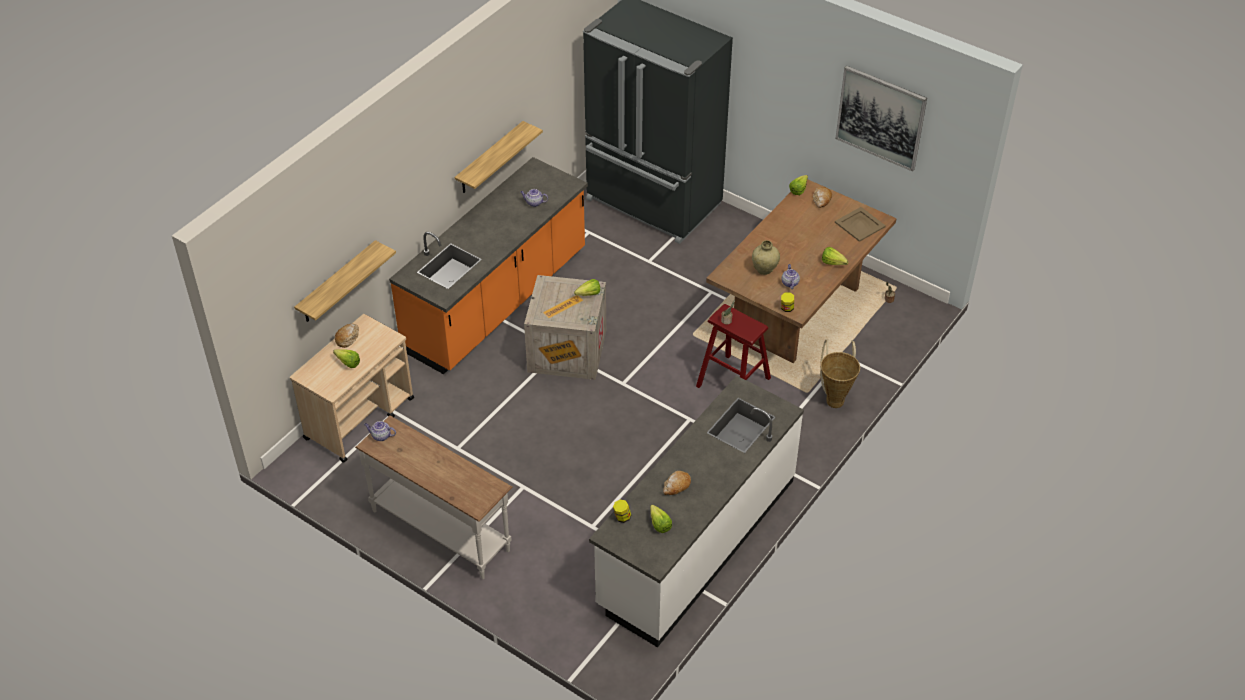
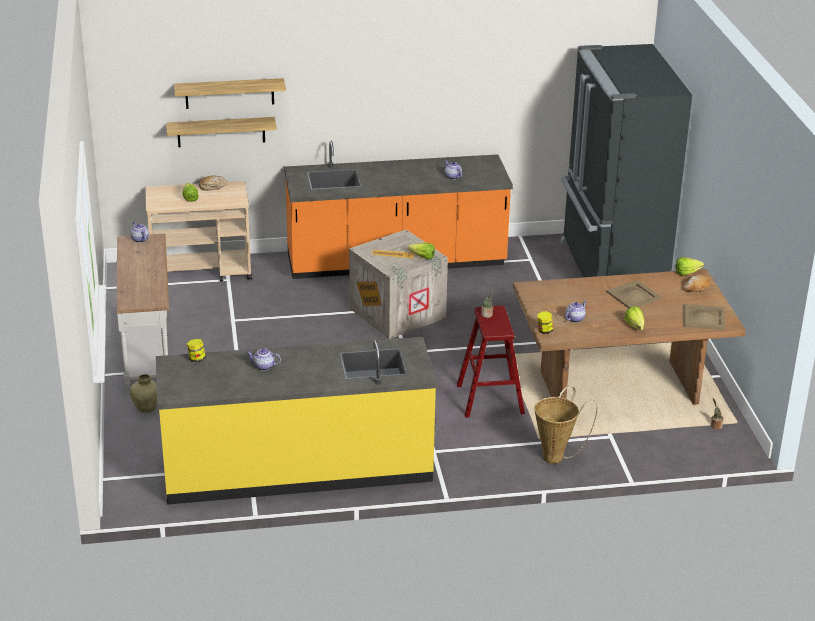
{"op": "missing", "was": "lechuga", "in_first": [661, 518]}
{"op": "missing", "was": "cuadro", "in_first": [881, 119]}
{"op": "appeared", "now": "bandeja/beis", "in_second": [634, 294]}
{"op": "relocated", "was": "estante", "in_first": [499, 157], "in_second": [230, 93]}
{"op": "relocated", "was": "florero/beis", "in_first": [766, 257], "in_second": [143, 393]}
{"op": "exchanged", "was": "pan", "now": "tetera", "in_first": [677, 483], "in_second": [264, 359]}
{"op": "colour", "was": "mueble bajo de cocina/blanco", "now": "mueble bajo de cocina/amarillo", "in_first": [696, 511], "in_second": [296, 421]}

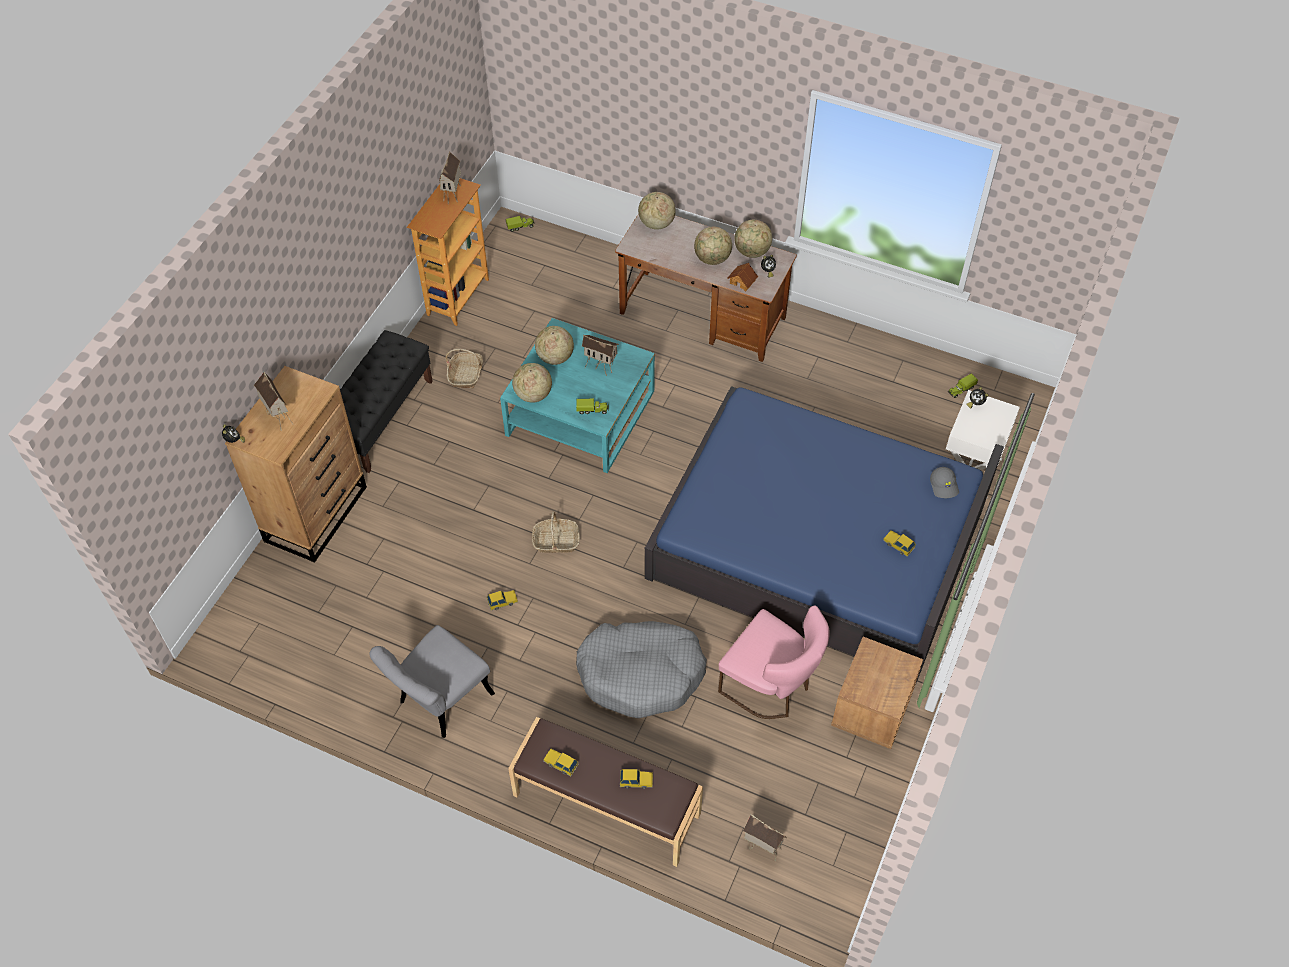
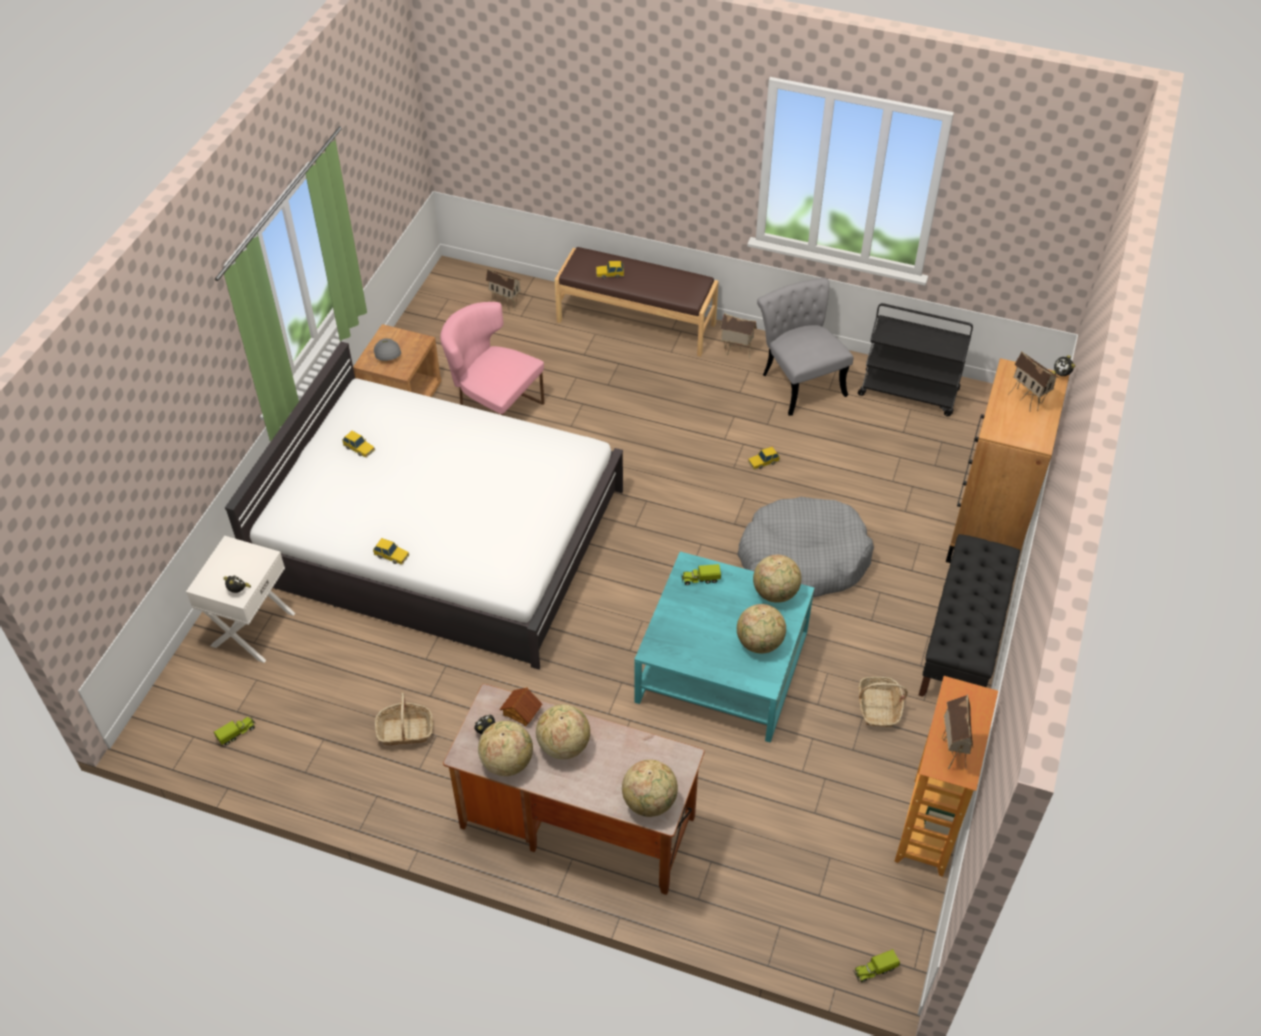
{"op": "appeared", "now": "carrito/negro", "in_second": [915, 359]}
{"op": "relocated", "was": "cesta", "in_first": [556, 532], "in_second": [404, 719]}
{"op": "relocated", "was": "coche de juguete", "in_first": [561, 762], "in_second": [391, 551]}
{"op": "relocated", "was": "cama para perro/gris", "in_first": [641, 669], "in_second": [805, 547]}
{"op": "relocated", "was": "casita", "in_first": [600, 355], "in_second": [738, 336]}
{"op": "relocated", "was": "gorra/gris", "in_first": [944, 482], "in_second": [387, 349]}
{"op": "colour", "was": "cama/azul", "now": "cama/blanco", "in_first": [824, 534], "in_second": [424, 506]}
{"op": "spun", "was": "silla/gris", "in_first": [432, 681], "in_second": [805, 347], "clockwise": -60}

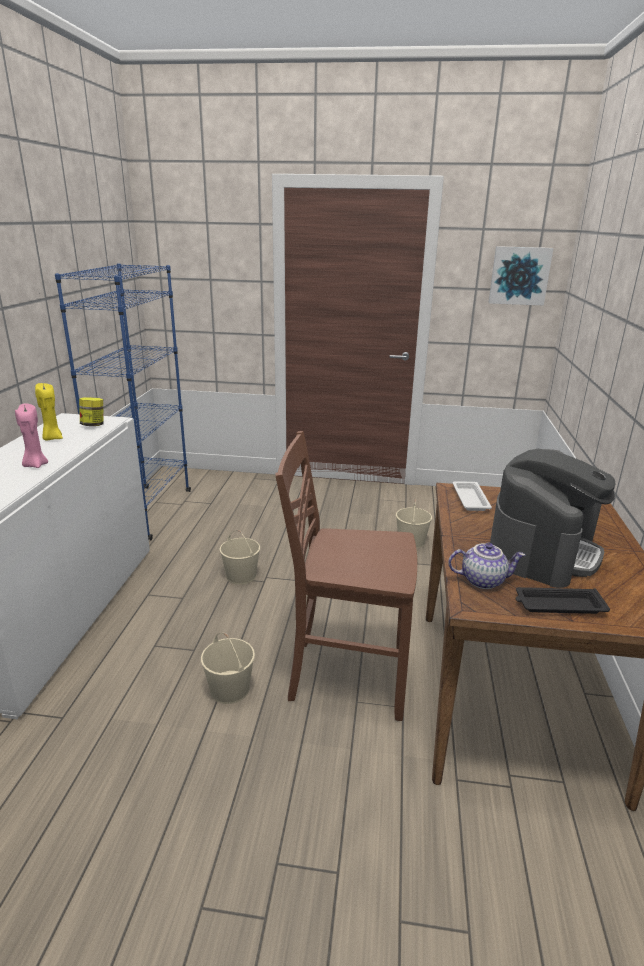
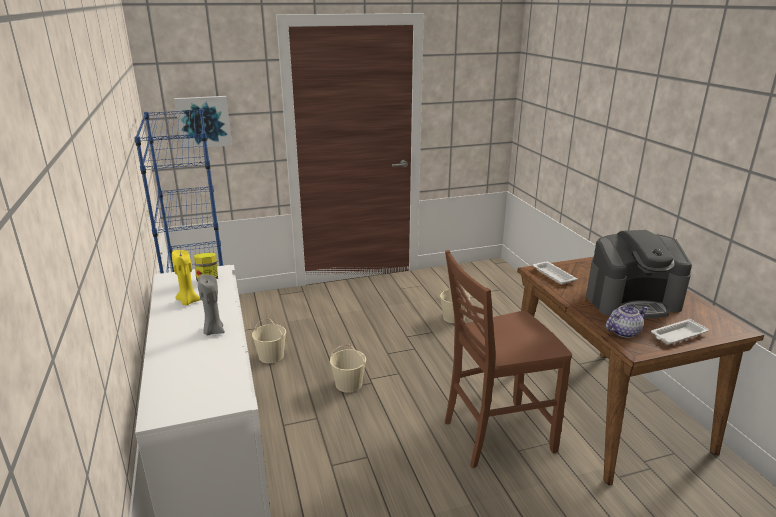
{"op": "relocated", "was": "cubo/beis", "in_first": [228, 668], "in_second": [269, 341]}
{"op": "relocated", "was": "cuadro", "in_first": [521, 276], "in_second": [203, 122]}
{"op": "colour", "was": "vela/rosa", "now": "vela/gris", "in_first": [31, 436], "in_second": [211, 304]}
{"op": "colour", "was": "bandeja/negro", "now": "bandeja/blanco", "in_first": [563, 600], "in_second": [680, 331]}
{"op": "spun", "was": "cafetera", "in_first": [553, 518], "in_second": [639, 274], "clockwise": 75}

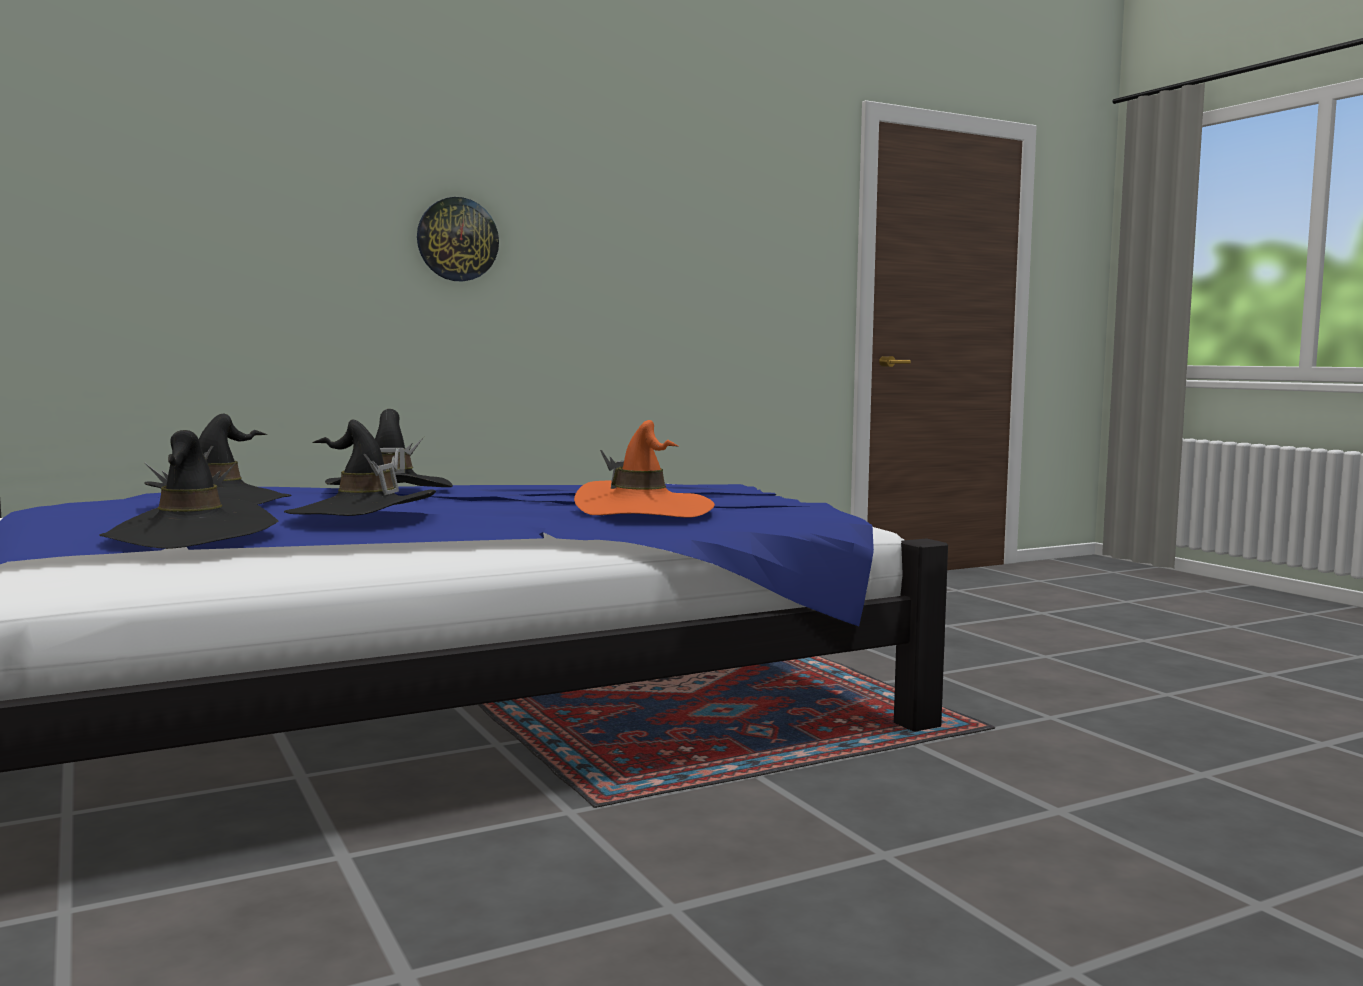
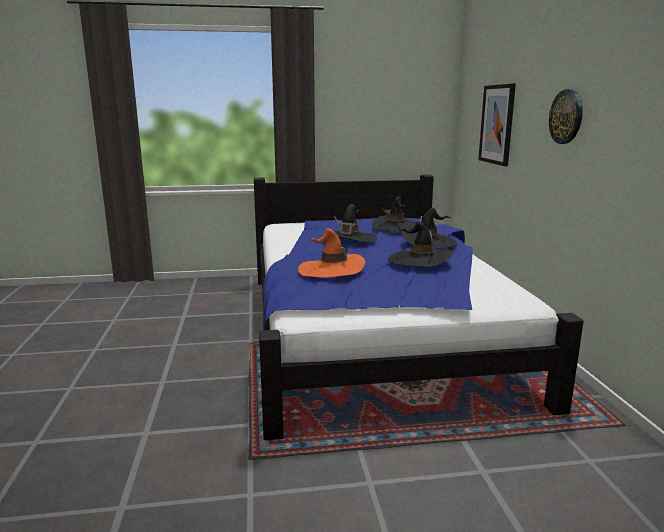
{"op": "appeared", "now": "cuadro", "in_second": [497, 124]}
{"op": "relocated", "was": "sombrero/negro", "in_first": [188, 489], "in_second": [420, 244]}

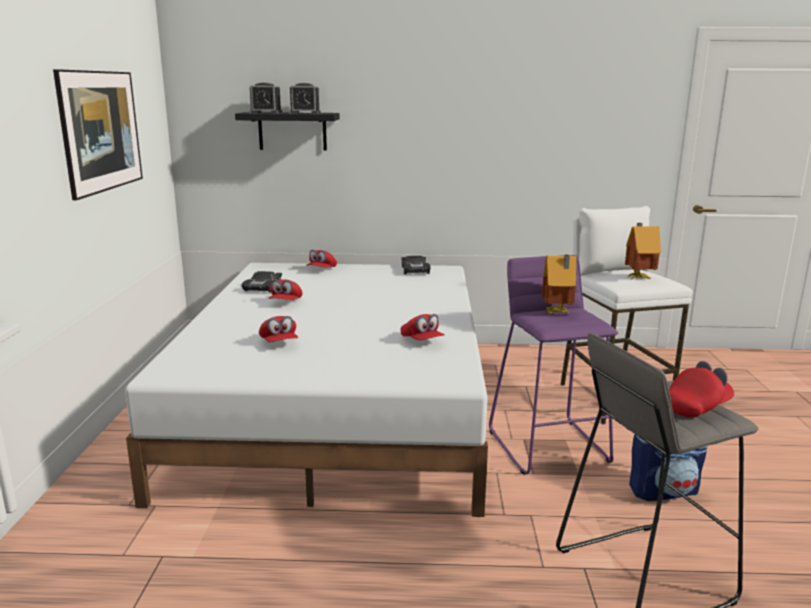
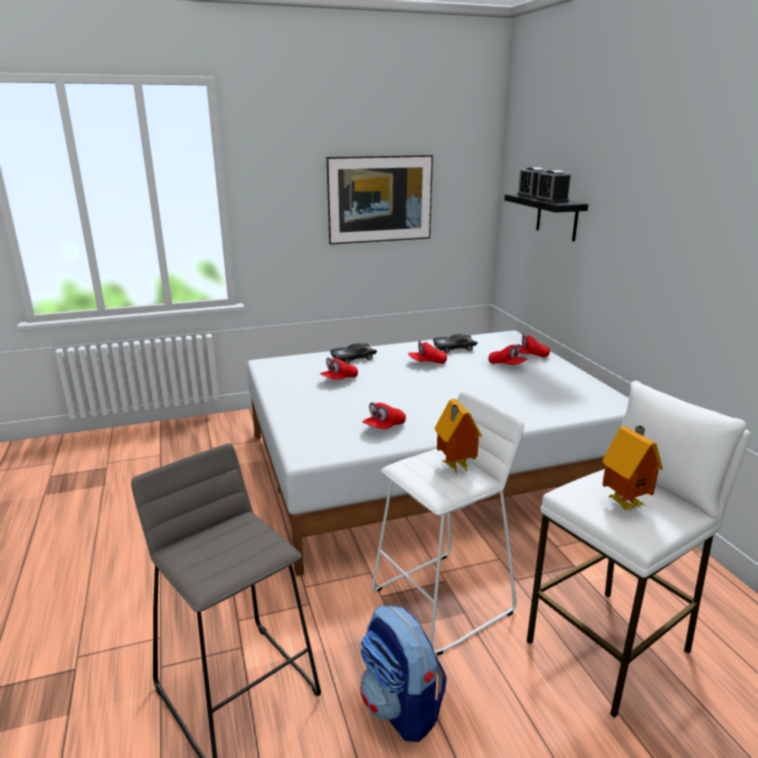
{"op": "relocated", "was": "coche de juguete/negro", "in_first": [416, 265], "in_second": [353, 353]}
{"op": "relocated", "was": "gorra/rojo", "in_first": [701, 389], "in_second": [508, 354]}
{"op": "colour", "was": "taburete/morado", "now": "taburete/blanco", "in_first": [553, 365], "in_second": [448, 523]}

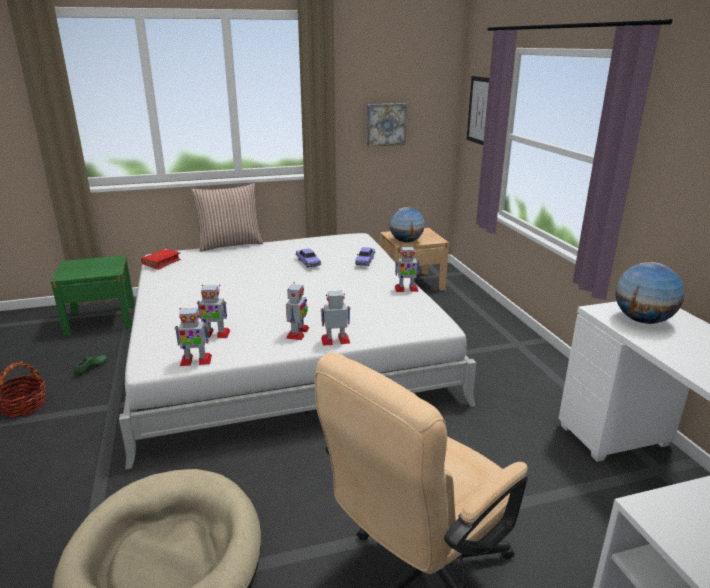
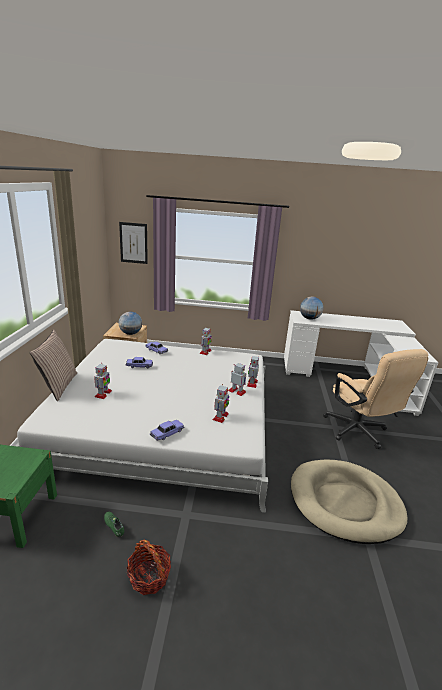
{"op": "missing", "was": "libro/rojo", "in_first": [161, 259]}
{"op": "missing", "was": "cuadro", "in_first": [387, 125]}
{"op": "appeared", "now": "coche de juguete", "in_second": [167, 430]}
{"op": "relocated", "was": "robot de juguete", "in_first": [193, 336], "in_second": [103, 381]}

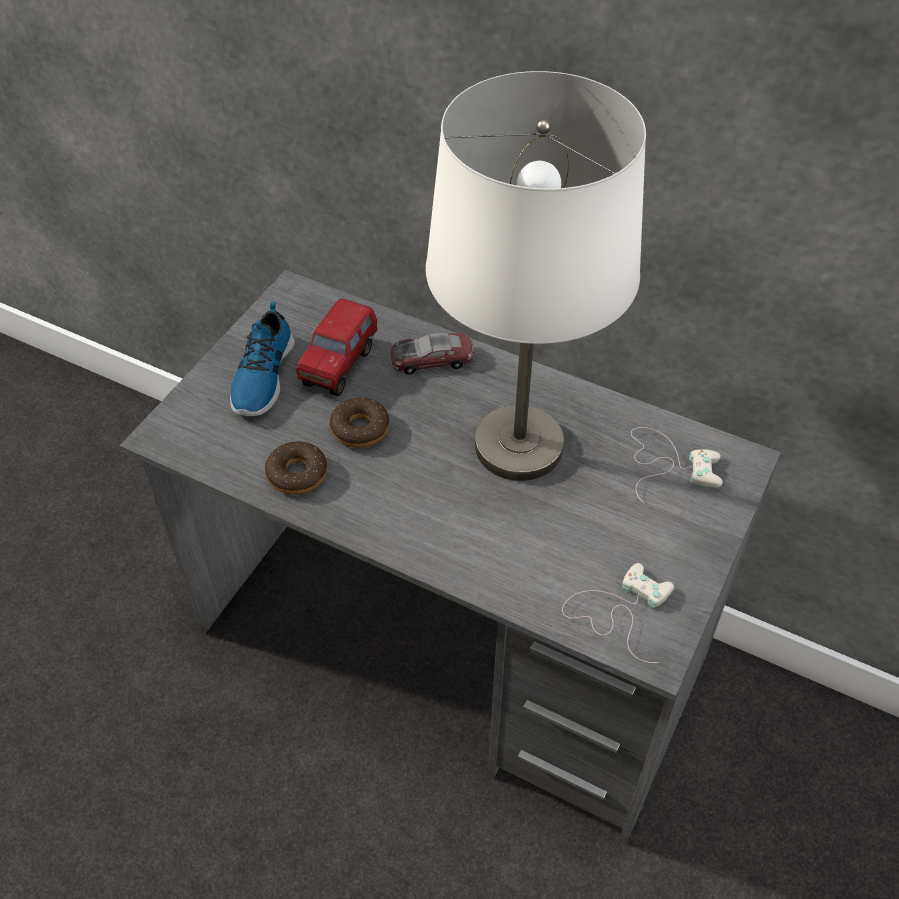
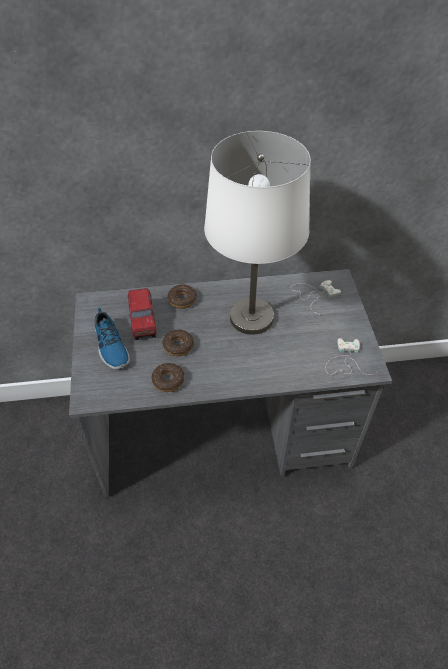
{"op": "exchanged", "was": "coche de juguete", "now": "rosquilla", "in_first": [432, 353], "in_second": [182, 297]}

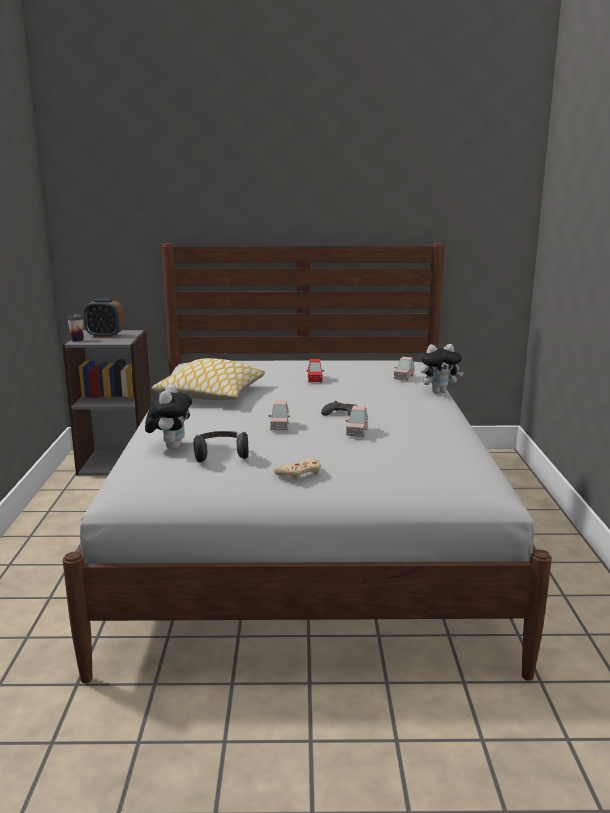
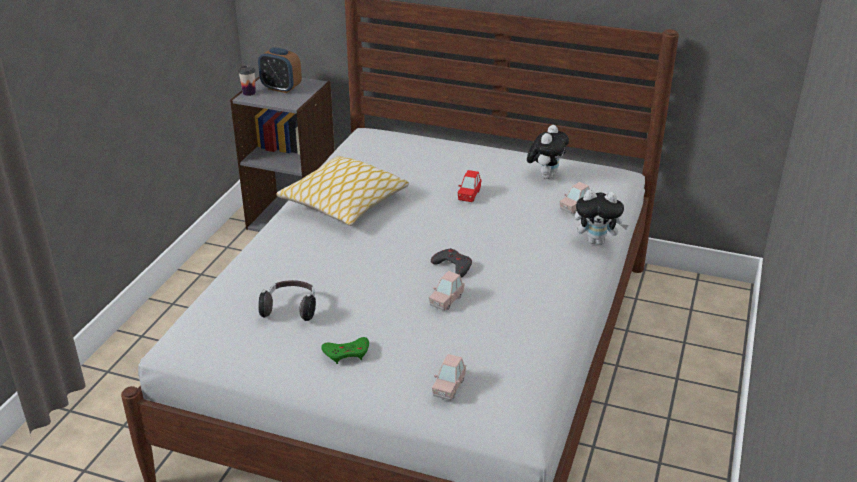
{"op": "relocated", "was": "peluche", "in_first": [168, 417], "in_second": [548, 152]}
{"op": "relocated", "was": "coche de juguete/rosa", "in_first": [279, 415], "in_second": [449, 377]}
{"op": "colour", "was": "mando de consola/beis", "now": "mando de consola/verde", "in_first": [297, 469], "in_second": [345, 350]}

